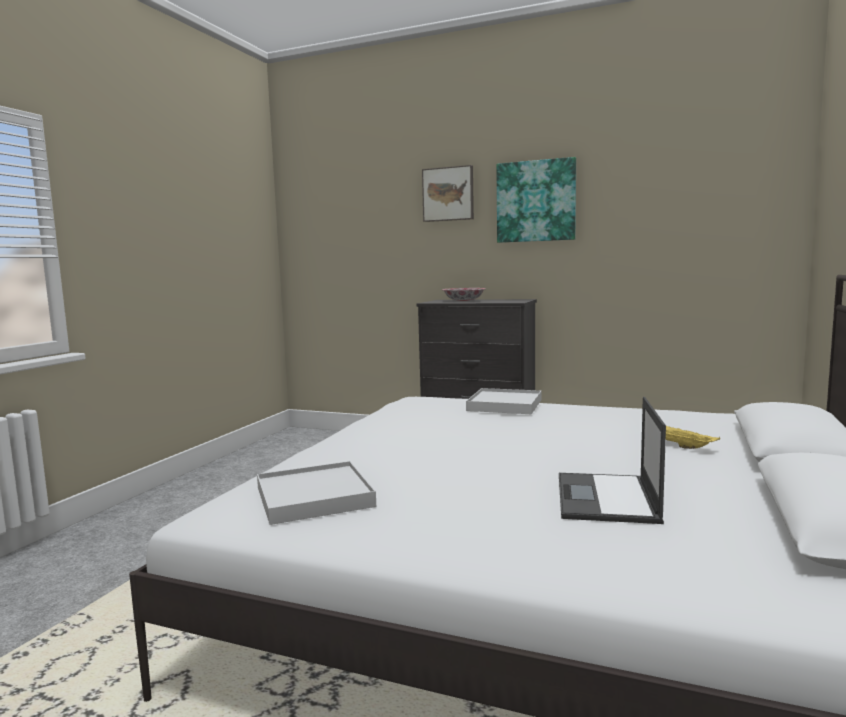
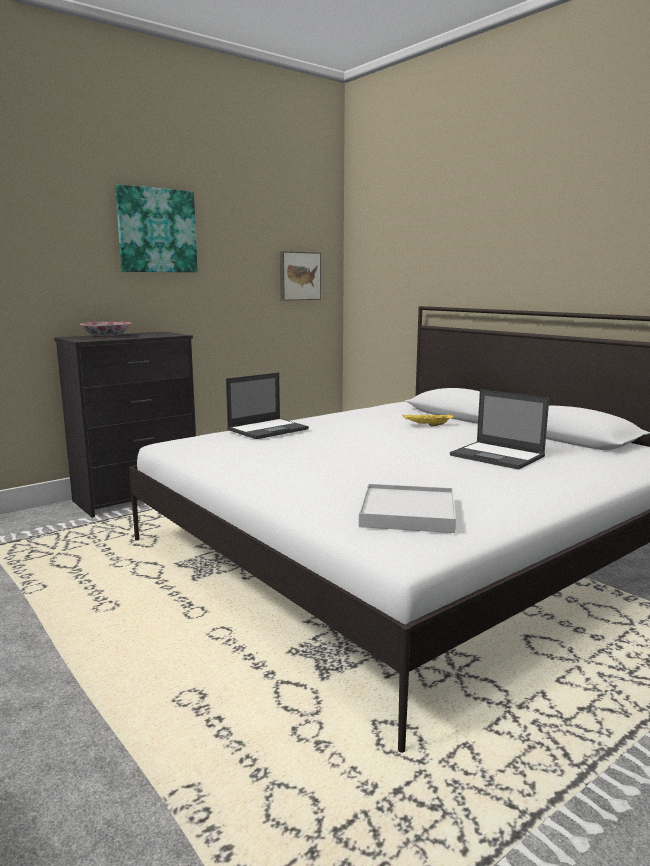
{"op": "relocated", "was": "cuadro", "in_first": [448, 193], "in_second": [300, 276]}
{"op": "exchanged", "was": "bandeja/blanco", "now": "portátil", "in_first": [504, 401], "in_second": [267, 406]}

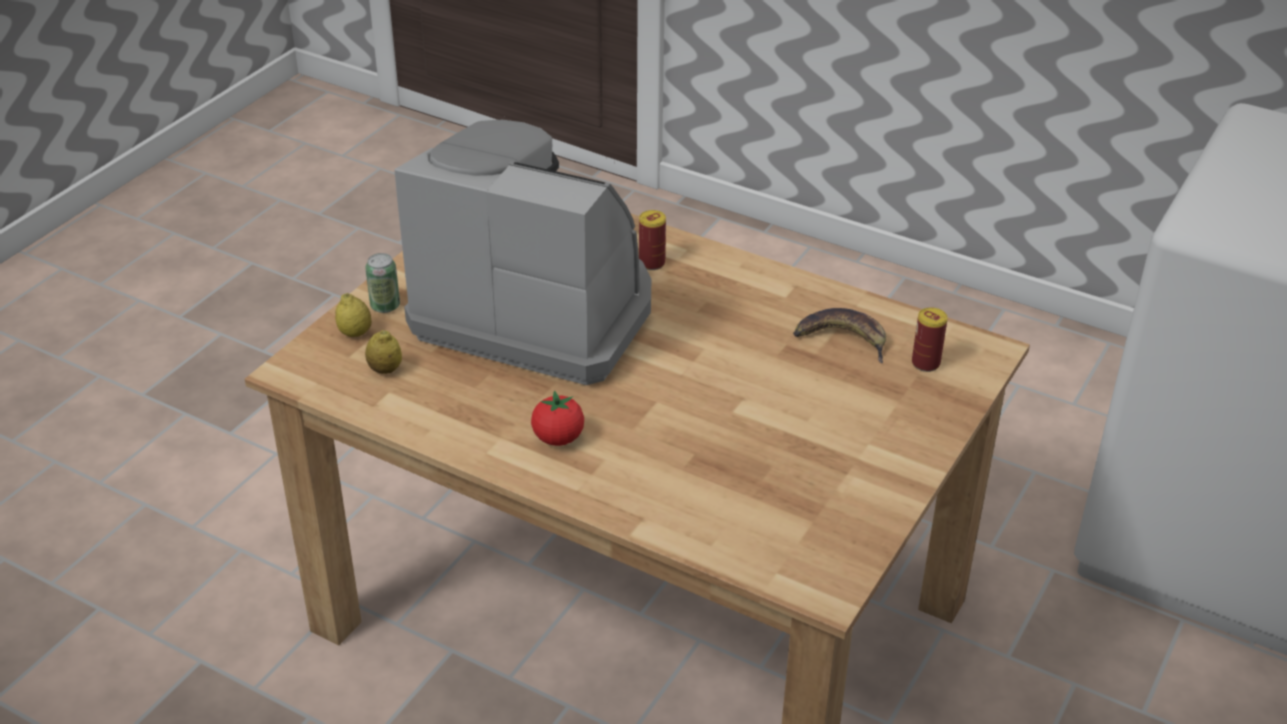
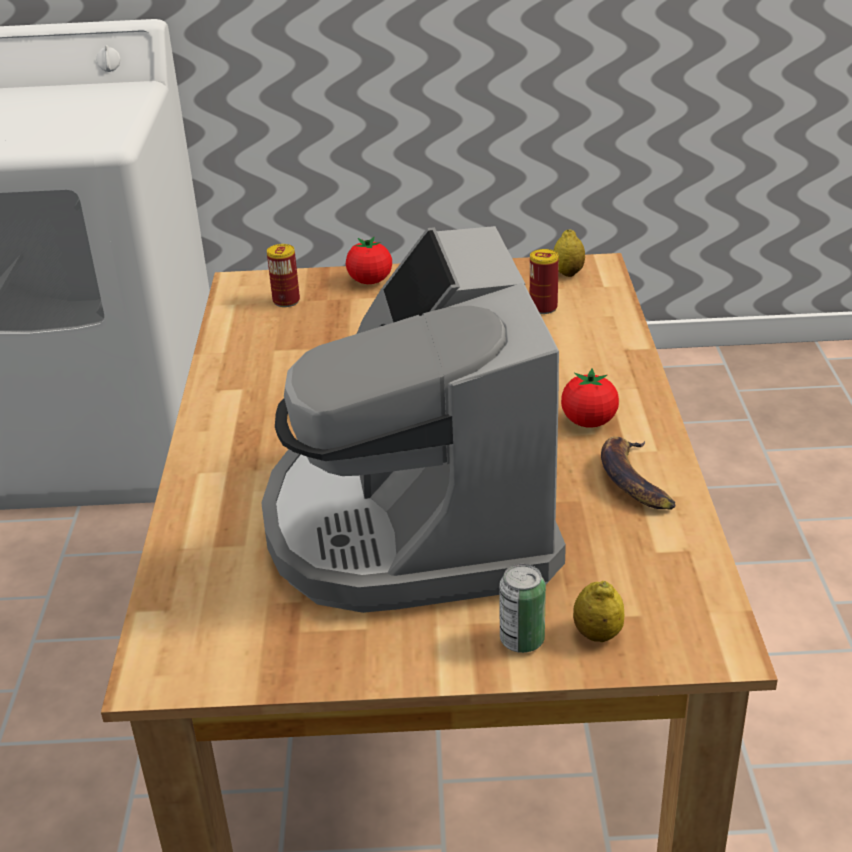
{"op": "appeared", "now": "tomate", "in_second": [369, 260]}
{"op": "relocated", "was": "limón", "in_first": [383, 352], "in_second": [569, 253]}
{"op": "relocated", "was": "lata", "in_first": [652, 240], "in_second": [544, 281]}
{"op": "relocated", "was": "plátano", "in_first": [839, 335], "in_second": [638, 473]}

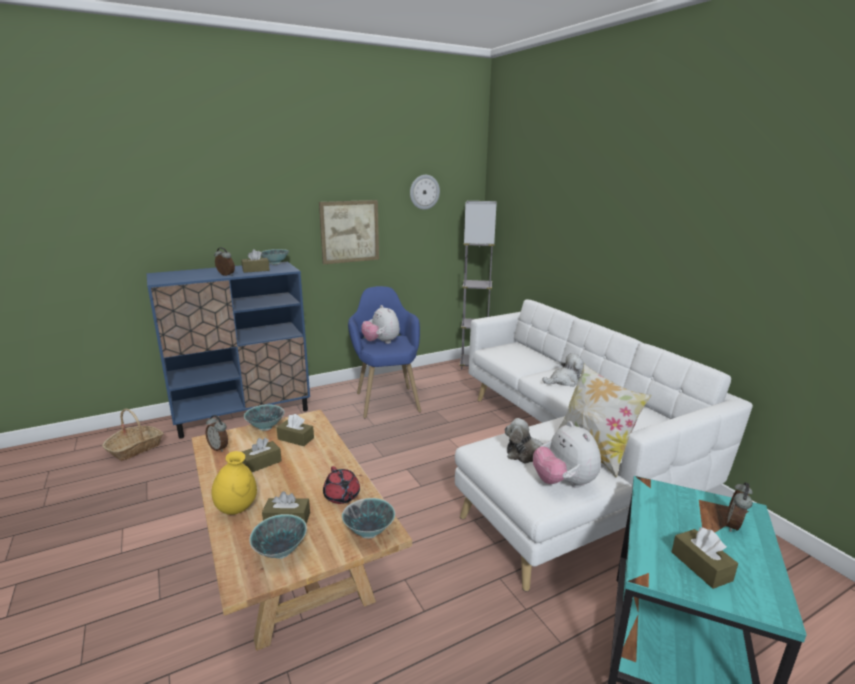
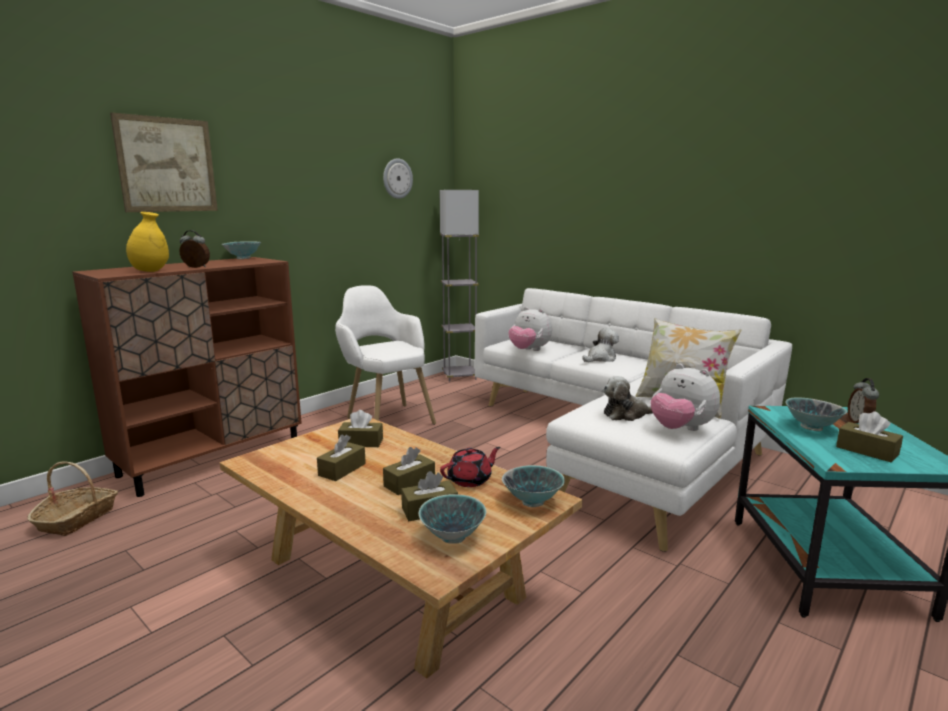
{"op": "missing", "was": "despertador", "in_first": [217, 433]}
{"op": "relocated", "was": "florero/amarillo", "in_first": [234, 483], "in_second": [147, 242]}
{"op": "relocated", "was": "caja de pañuelos/marrón", "in_first": [255, 261], "in_second": [409, 471]}
{"op": "relocated", "was": "cuenco", "in_first": [264, 417], "in_second": [816, 414]}
{"op": "relocated", "was": "cuadro", "in_first": [349, 232], "in_second": [164, 162]}
{"op": "relocated", "was": "peluche", "in_first": [380, 324], "in_second": [530, 329]}
{"op": "colour", "was": "armario/azul", "now": "armario/marrón", "in_first": [228, 350], "in_second": [187, 377]}
{"op": "colour", "was": "sillón/azul", "now": "sillón/blanco", "in_first": [384, 352], "in_second": [385, 355]}
{"op": "spun", "was": "tetera/rojo", "in_first": [341, 485], "in_second": [470, 467], "clockwise": -75}

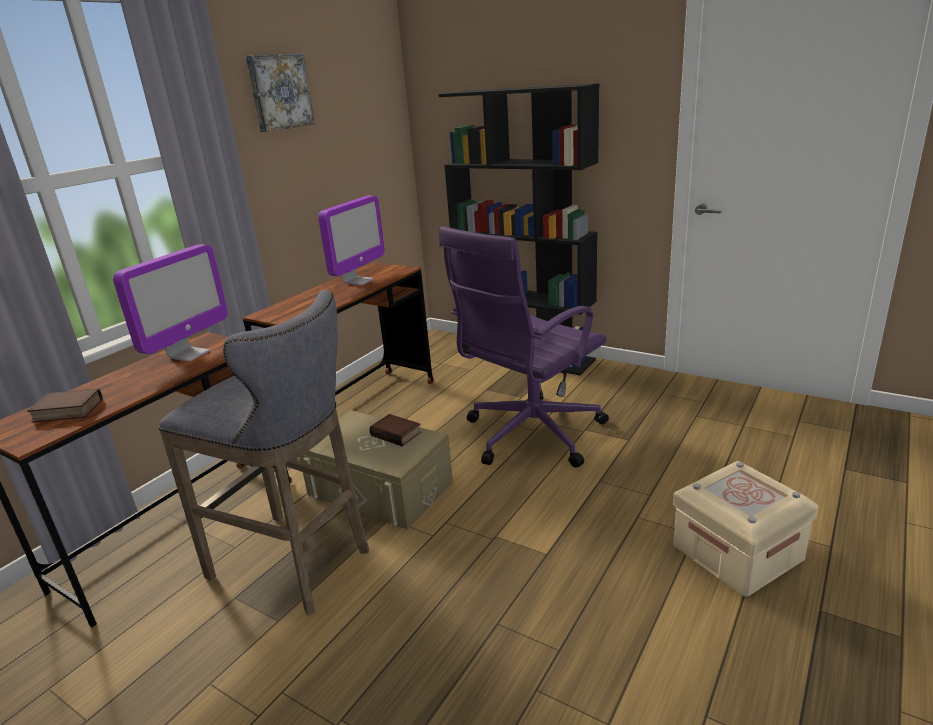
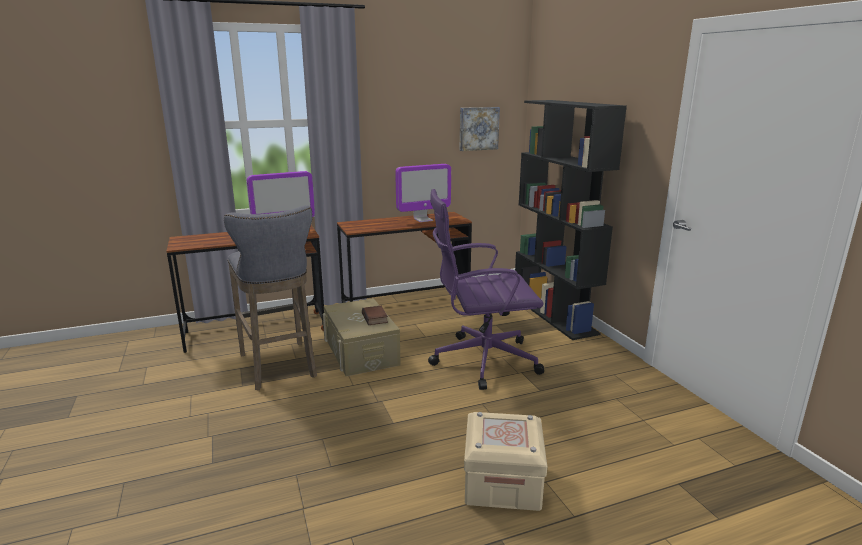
{"op": "missing", "was": "libro", "in_first": [65, 405]}
{"op": "relocated", "was": "cuadro", "in_first": [280, 93], "in_second": [479, 129]}

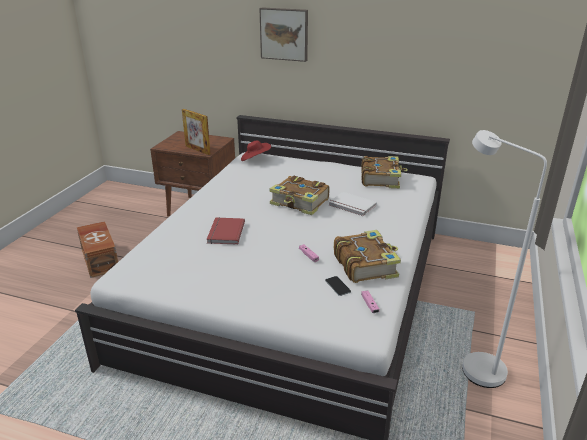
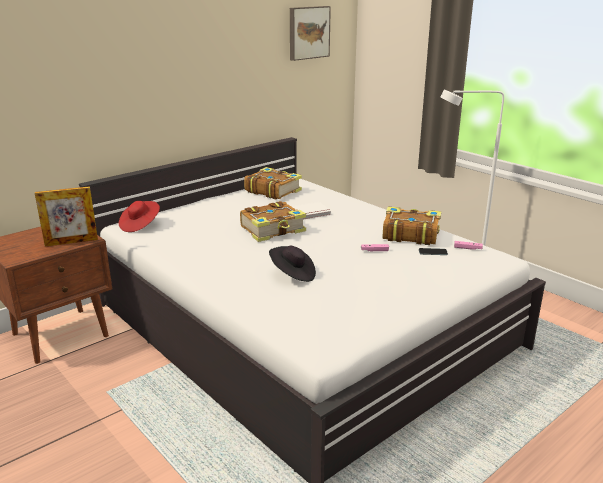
{"op": "missing", "was": "caja de almacenaje/marrón", "in_first": [97, 249]}
{"op": "relocated", "was": "cuadro", "in_first": [283, 34], "in_second": [310, 33]}
{"op": "exchanged", "was": "libro/rojo", "now": "sombrero/negro", "in_first": [226, 231], "in_second": [292, 264]}

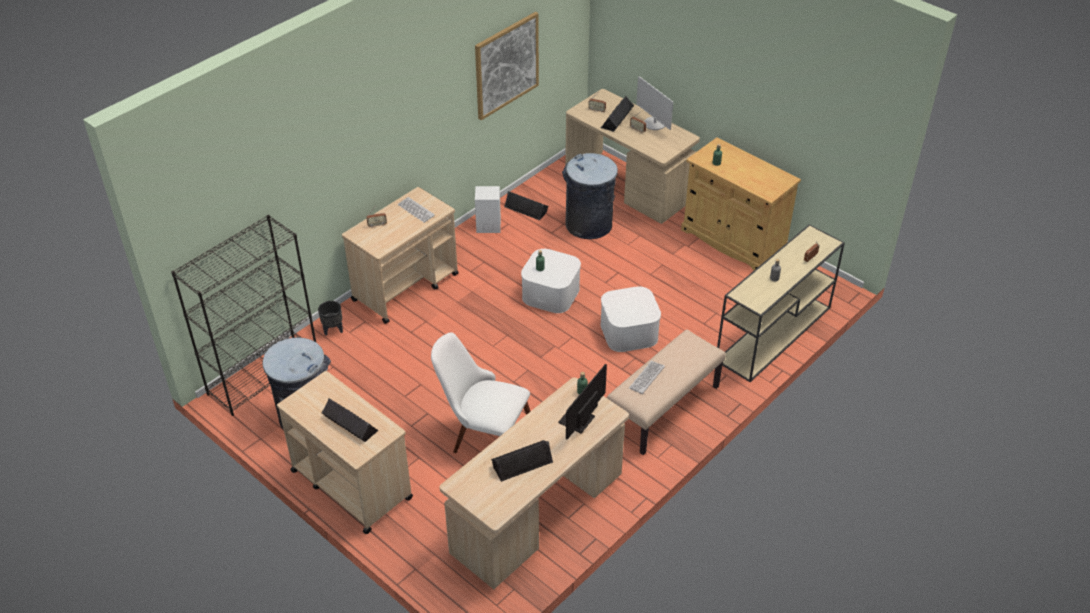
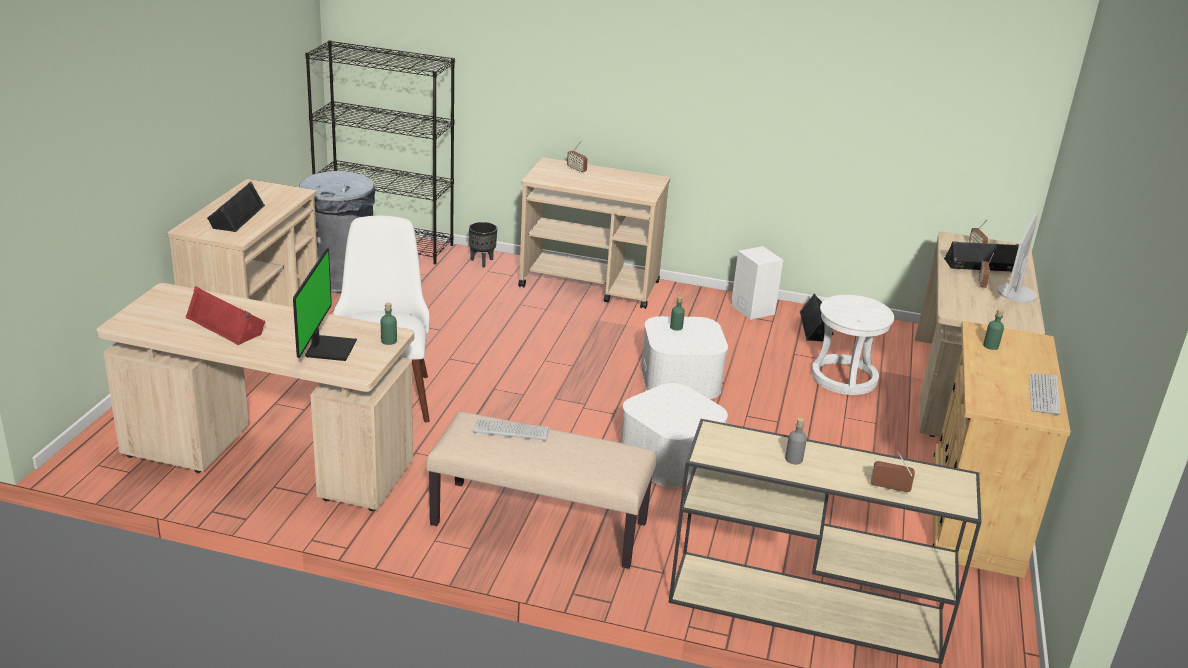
{"op": "missing", "was": "cuadro", "in_first": [507, 66]}
{"op": "relocated", "was": "teclado", "in_first": [416, 210], "in_second": [1045, 394]}
{"op": "exchanged", "was": "papelera/gris", "now": "taburete/blanco", "in_first": [590, 196], "in_second": [852, 345]}
{"op": "colour", "was": "altavoz/negro", "now": "altavoz/rojo", "in_first": [522, 461], "in_second": [225, 315]}
{"op": "spun", "was": "monitor", "in_first": [582, 401], "in_second": [325, 304], "clockwise": 90}

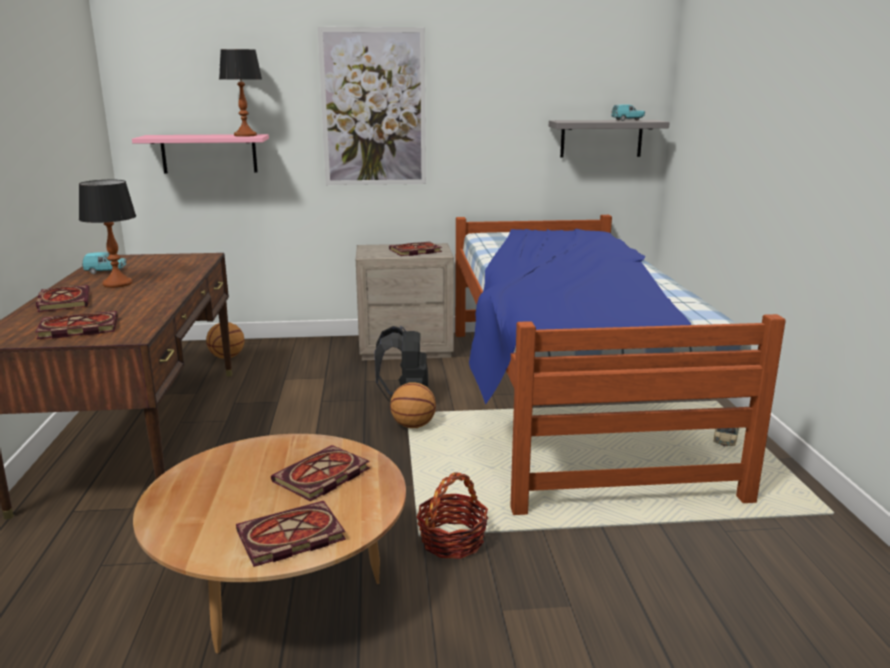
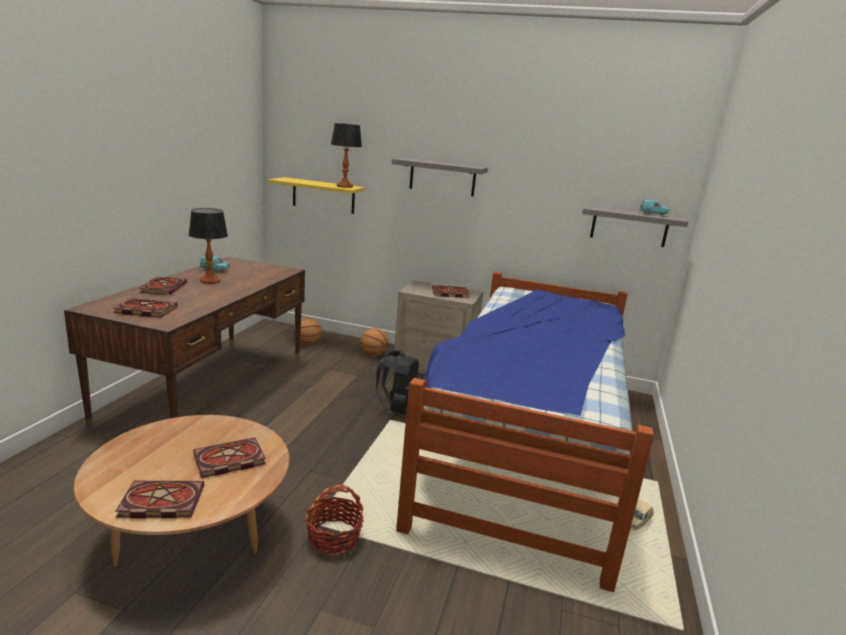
{"op": "relocated", "was": "balón de baloncesto", "in_first": [413, 405], "in_second": [374, 342]}
{"op": "exchanged", "was": "cuadro", "now": "estante/gris", "in_first": [372, 106], "in_second": [440, 177]}
{"op": "colour", "was": "estante/rosa", "now": "estante/amarillo", "in_first": [200, 154], "in_second": [316, 195]}

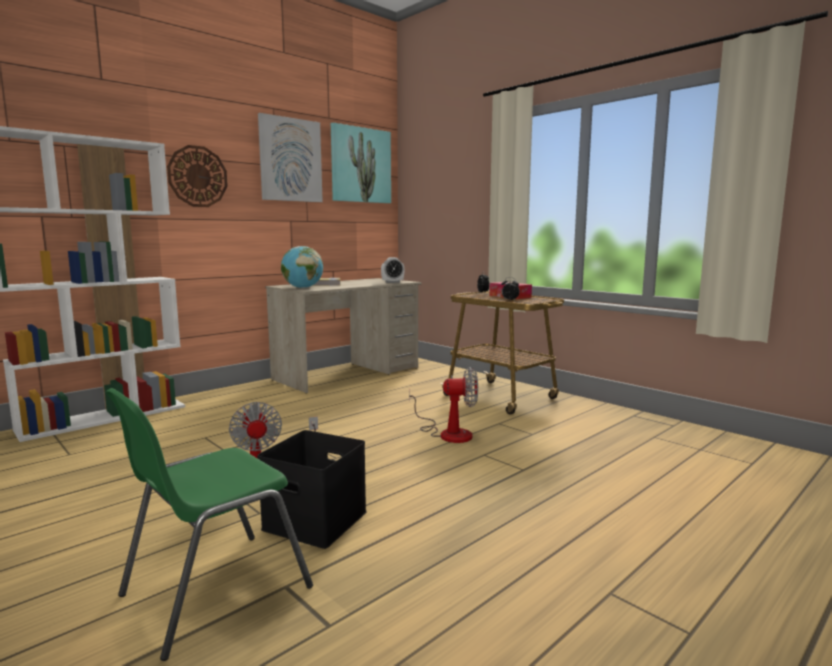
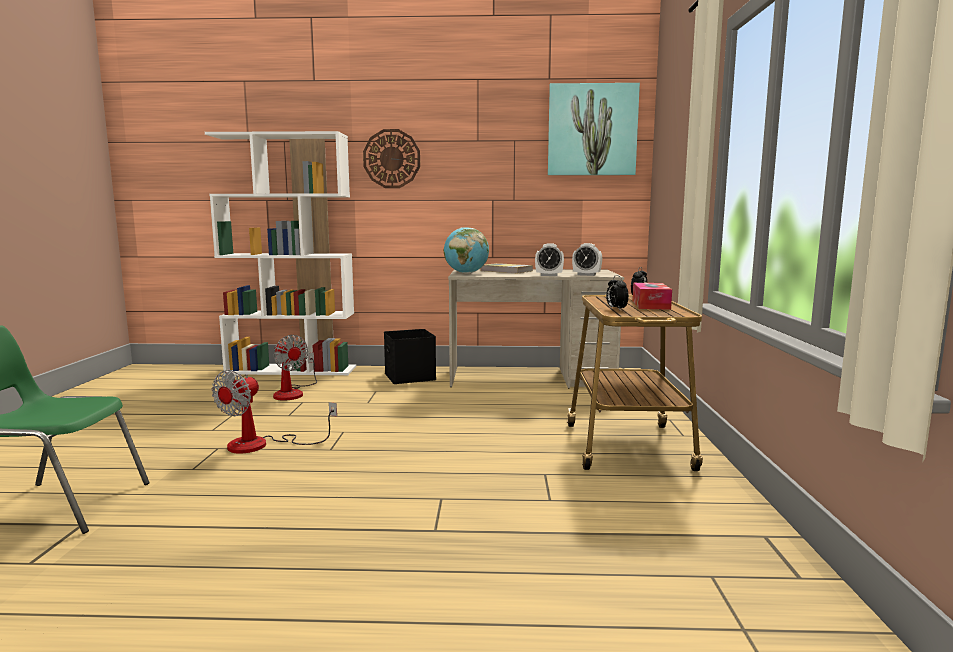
{"op": "missing", "was": "cuadro", "in_first": [290, 157]}
{"op": "appeared", "now": "despertador", "in_second": [549, 259]}
{"op": "relocated", "was": "caja de almacenaje/negro", "in_first": [312, 489], "in_second": [410, 356]}
{"op": "relocated", "was": "ventilador", "in_first": [443, 405], "in_second": [295, 368]}

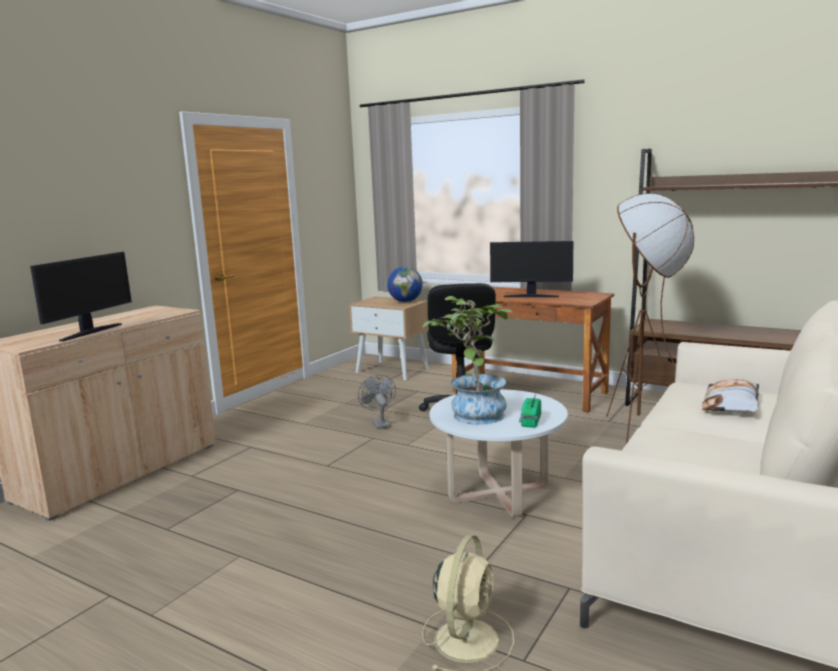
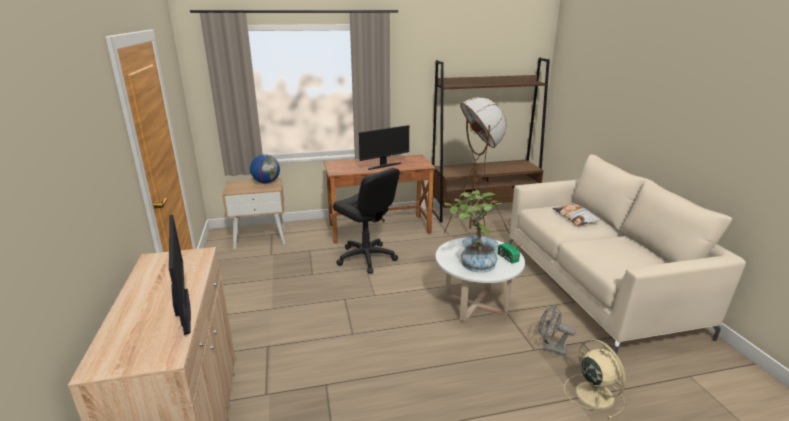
{"op": "relocated", "was": "ventilador/gris", "in_first": [377, 402], "in_second": [557, 330]}

